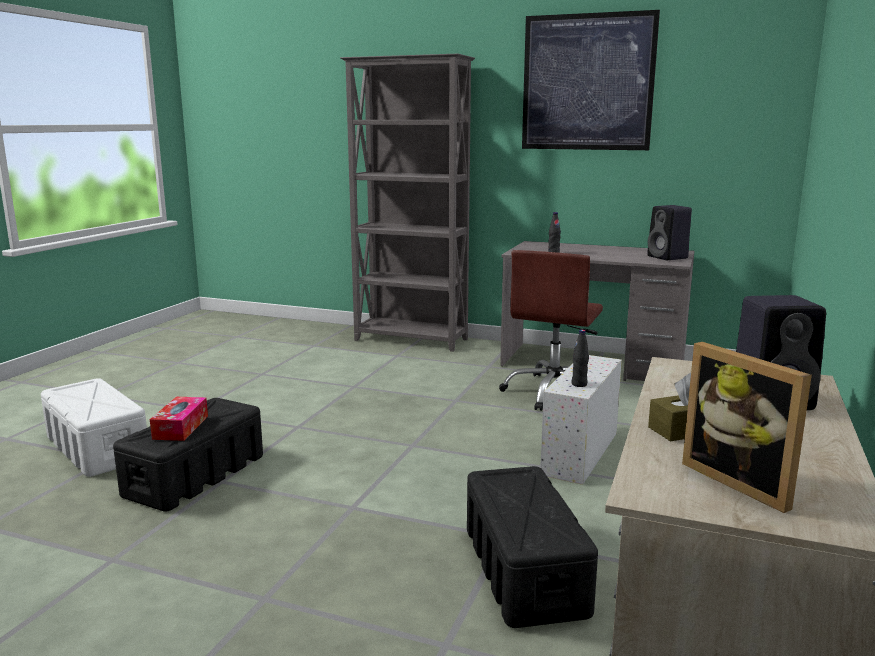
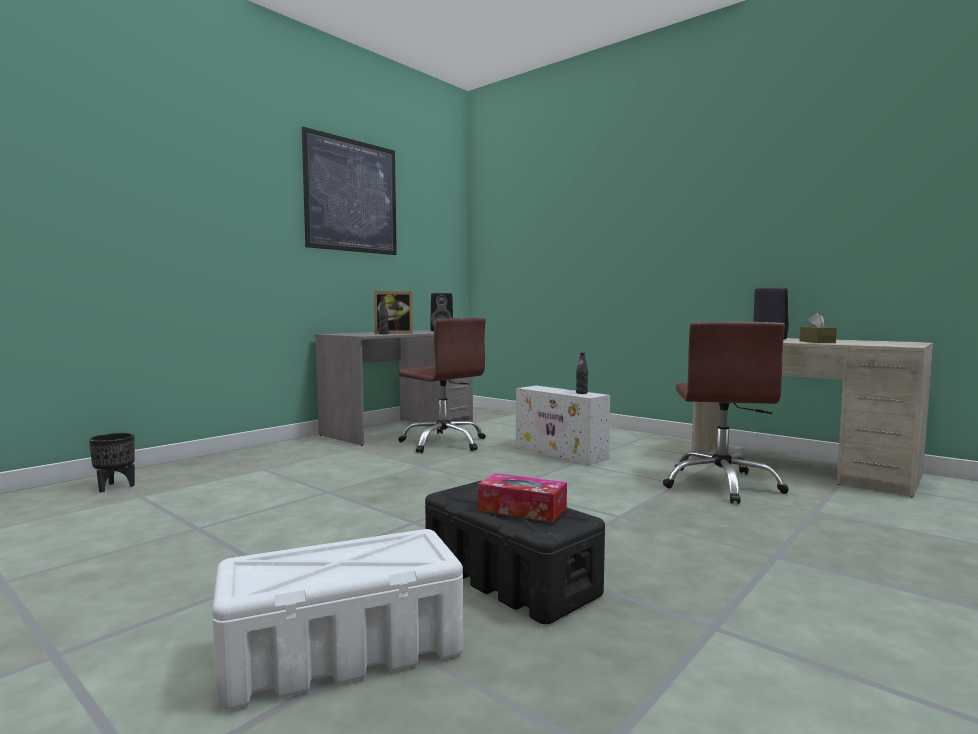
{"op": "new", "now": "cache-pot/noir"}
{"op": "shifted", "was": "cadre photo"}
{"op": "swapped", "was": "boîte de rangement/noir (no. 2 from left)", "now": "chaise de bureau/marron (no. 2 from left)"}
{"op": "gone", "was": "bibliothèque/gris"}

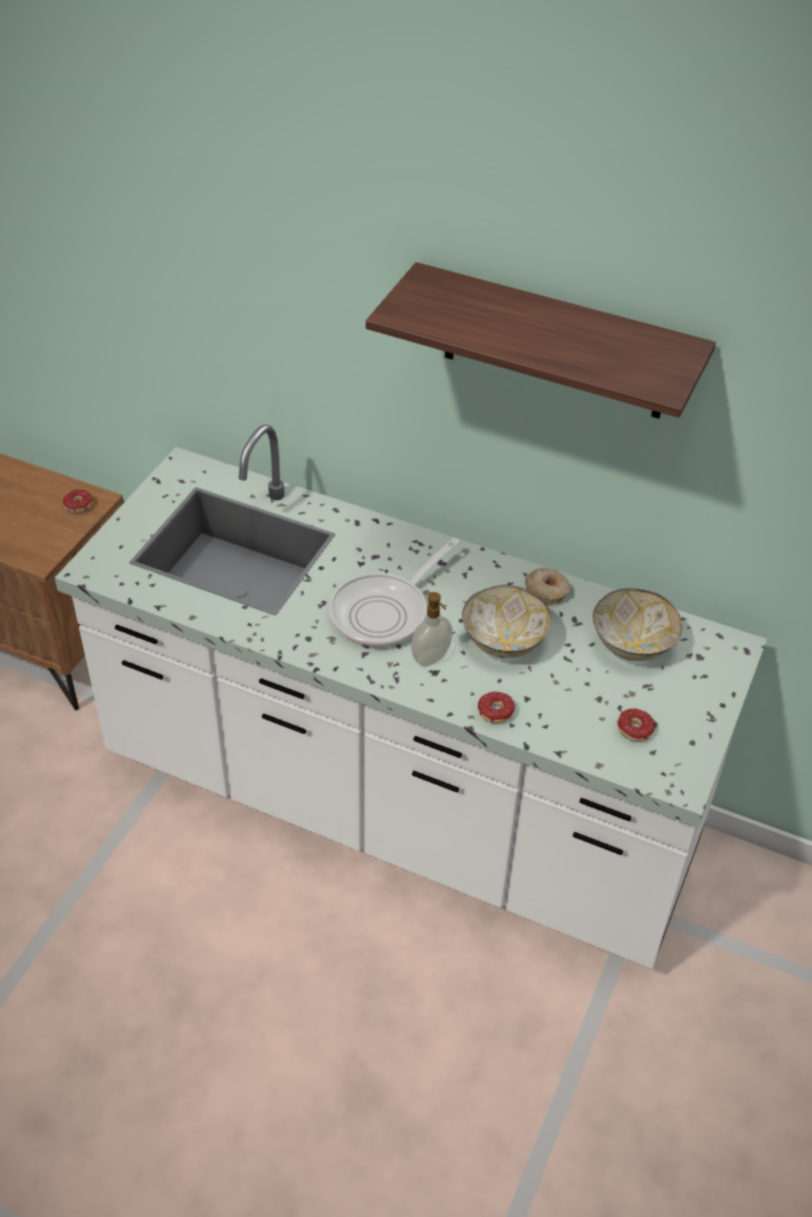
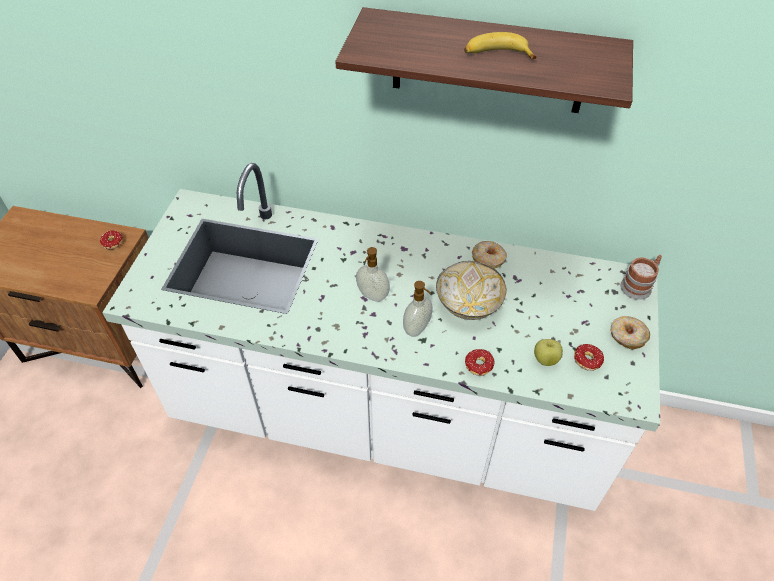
{"op": "swapped", "was": "poêle", "now": "distributeur de savon (no. 1 from left)"}
{"op": "new", "now": "banane"}
{"op": "new", "now": "pomme"}
{"op": "new", "now": "beignet (no. 5 from left)"}
{"op": "new", "now": "mug"}
{"op": "gone", "was": "bol (no. 2 from left)"}

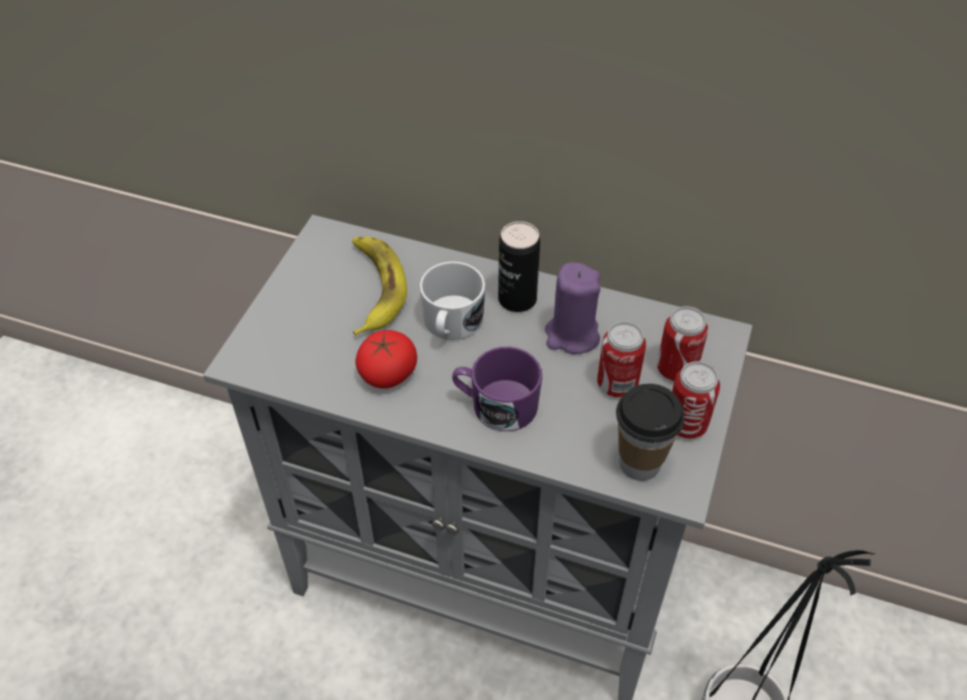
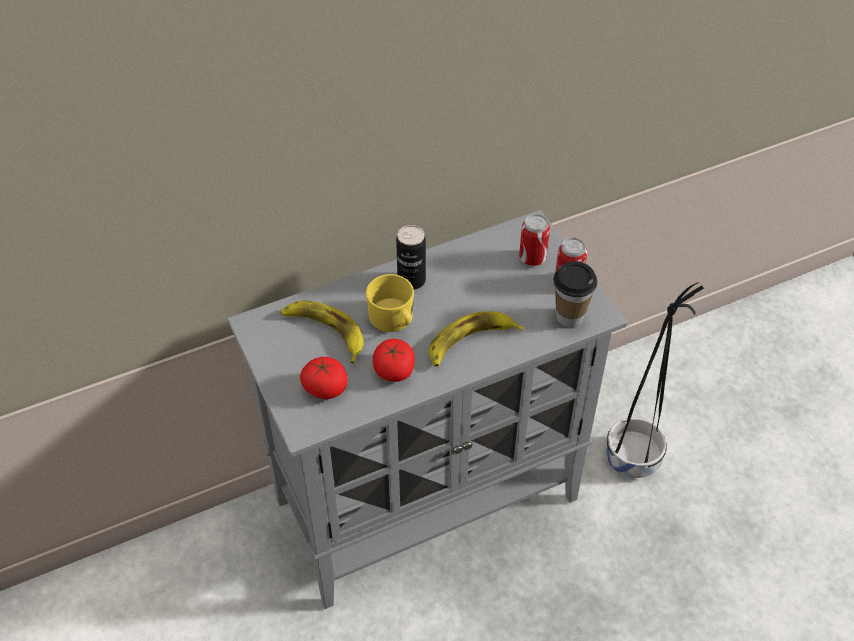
{"op": "new", "now": "tomate (no. 1 from left)"}
{"op": "repainted", "was": "mug/blanc", "now": "mug/jaune"}
{"op": "swapped", "was": "mug/violet", "now": "banane (no. 2 from left)"}
{"op": "gone", "was": "bougie/violet"}
{"op": "gone", "was": "boîte métallique (no. 2 from left)"}

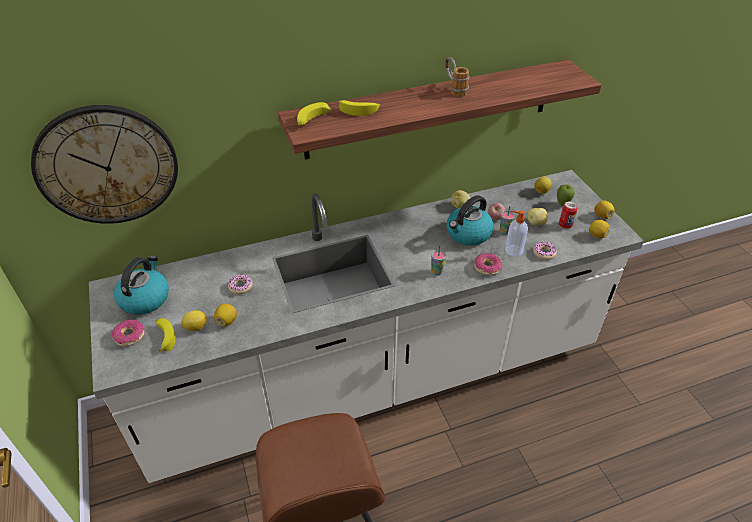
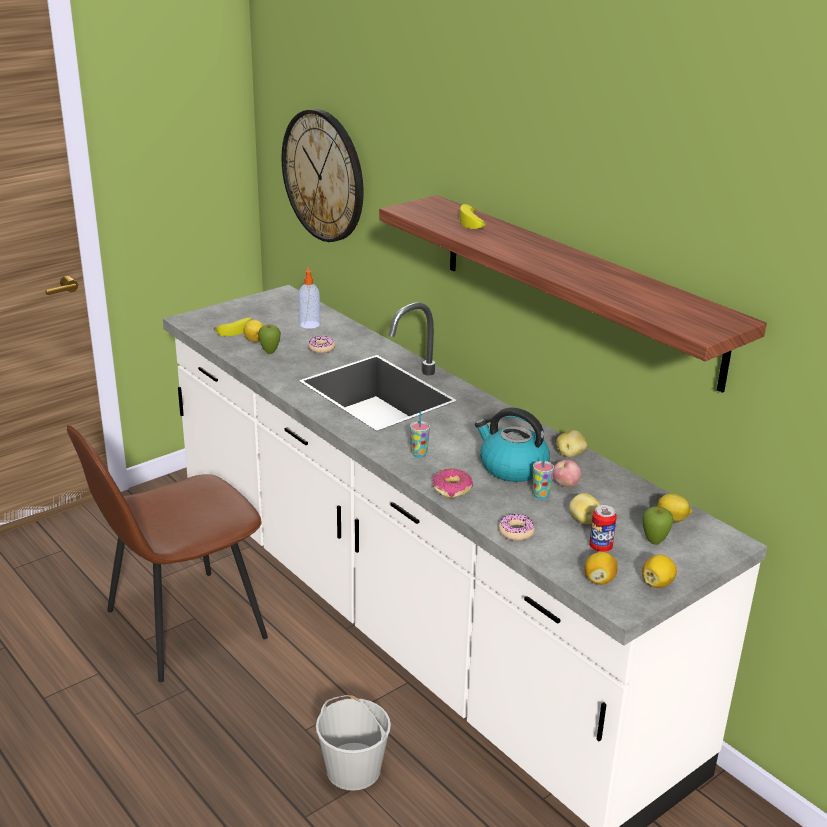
{"op": "swapped", "was": "citron (no. 2 from left)", "now": "pomme (no. 1 from left)"}
{"op": "shifted", "was": "distributeur de savon"}
{"op": "new", "now": "seau/blanc"}
{"op": "gone", "was": "beignet (no. 1 from left)"}
{"op": "gone", "was": "bouilloire (no. 1 from left)"}
{"op": "gone", "was": "banane (no. 2 from left)"}
{"op": "gone", "was": "mug"}

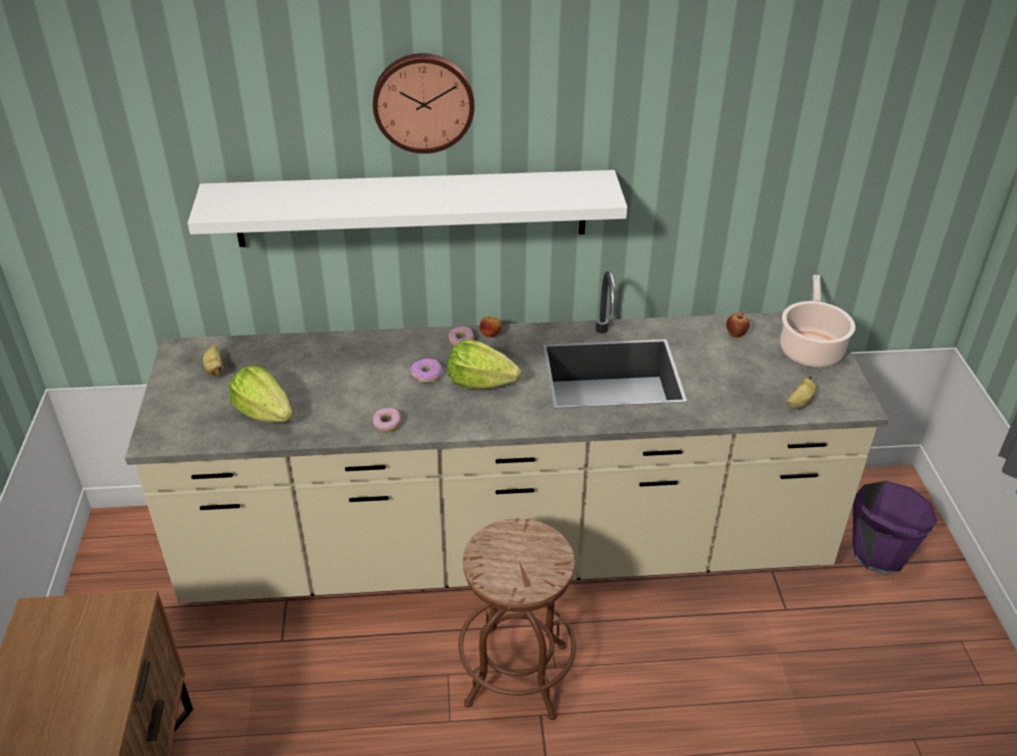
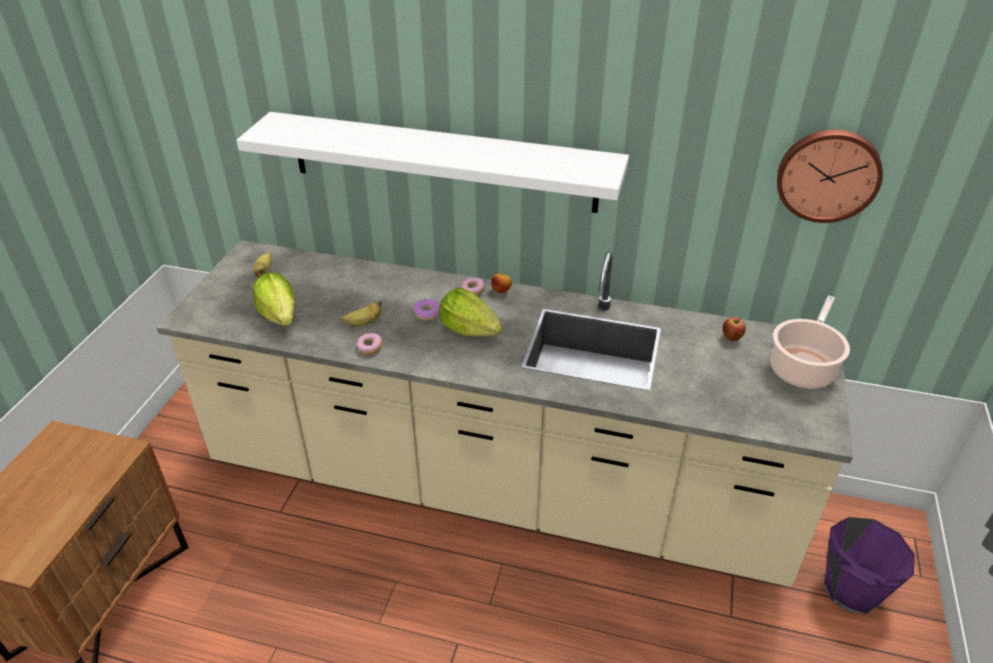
{"op": "shifted", "was": "banane (no. 2 from left)"}
{"op": "shifted", "was": "horloge murale"}
{"op": "gone", "was": "tabouret/marron"}

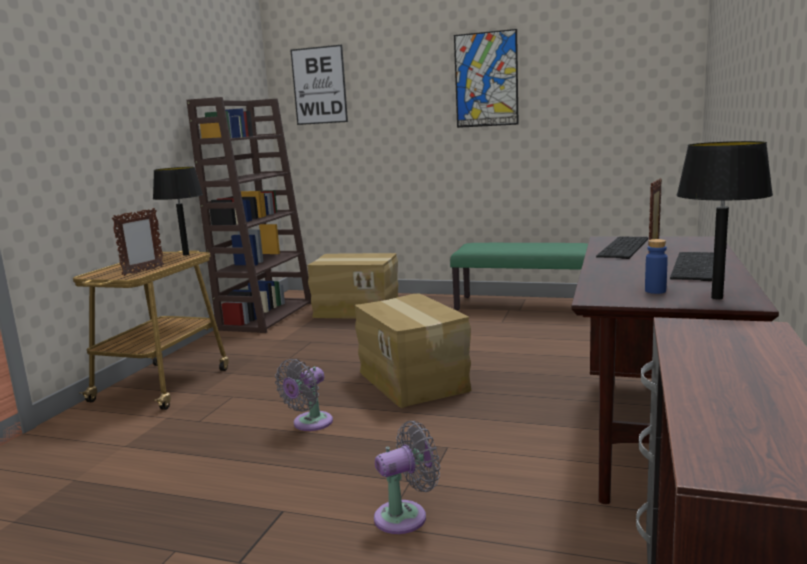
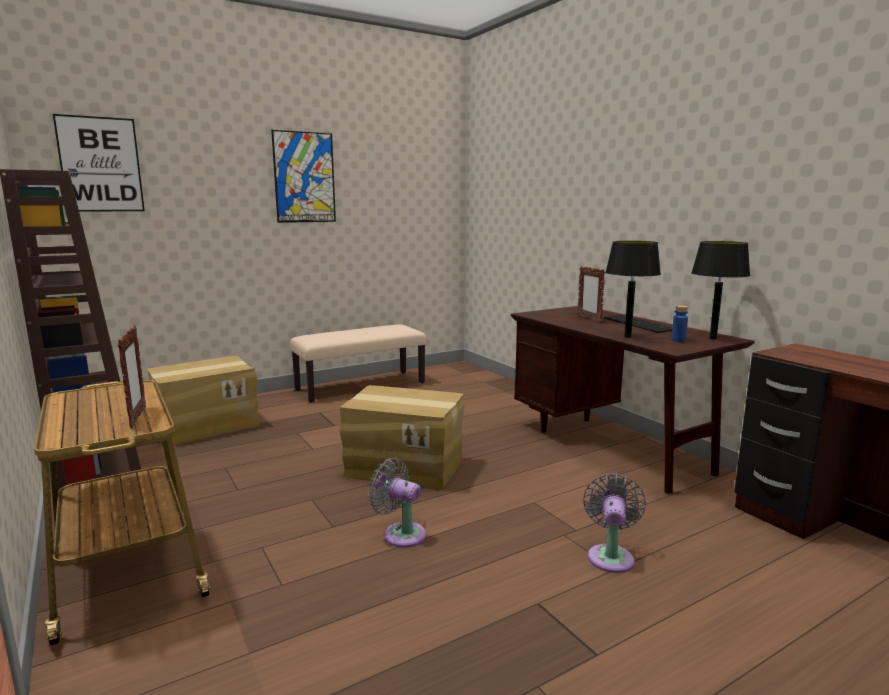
{"op": "repainted", "was": "banc/vert", "now": "banc/beige"}
{"op": "rotated", "was": "ventilateur/gris (no. 1 from left)", "clockwise": 135}
{"op": "shifted", "was": "lampe de table/noir (no. 1 from left)"}
{"op": "gone", "was": "clavier (no. 1 from left)"}

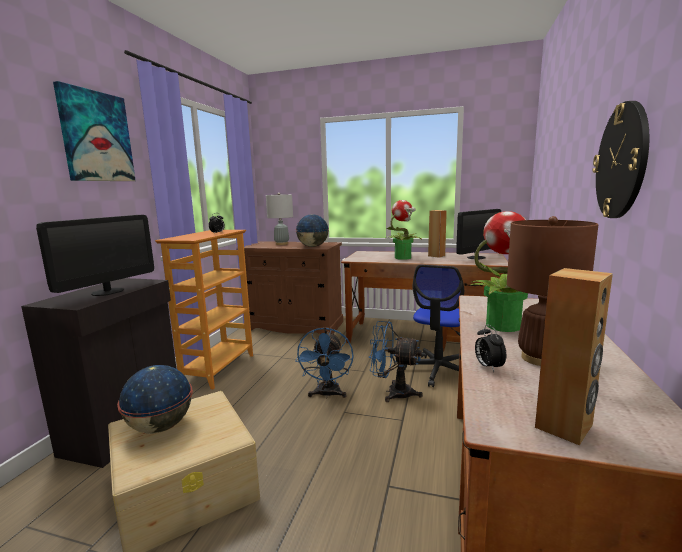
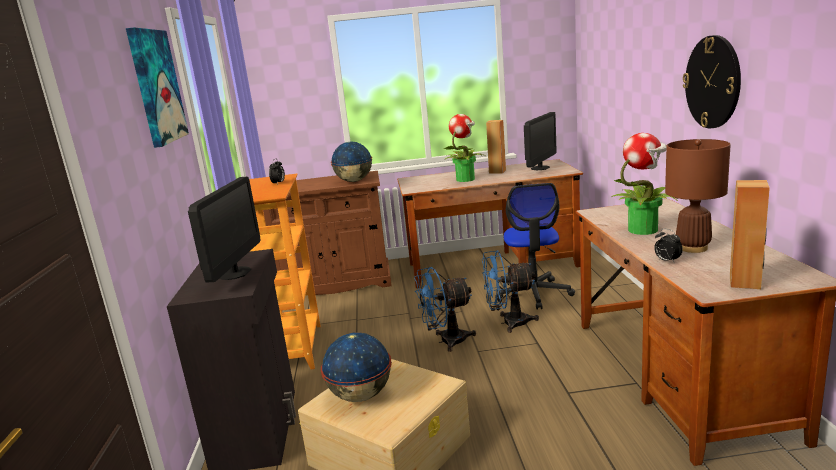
{"op": "rotated", "was": "ventilateur/bleu (no. 1 from left)", "clockwise": 90}
{"op": "gone", "was": "lampe de table/gris"}

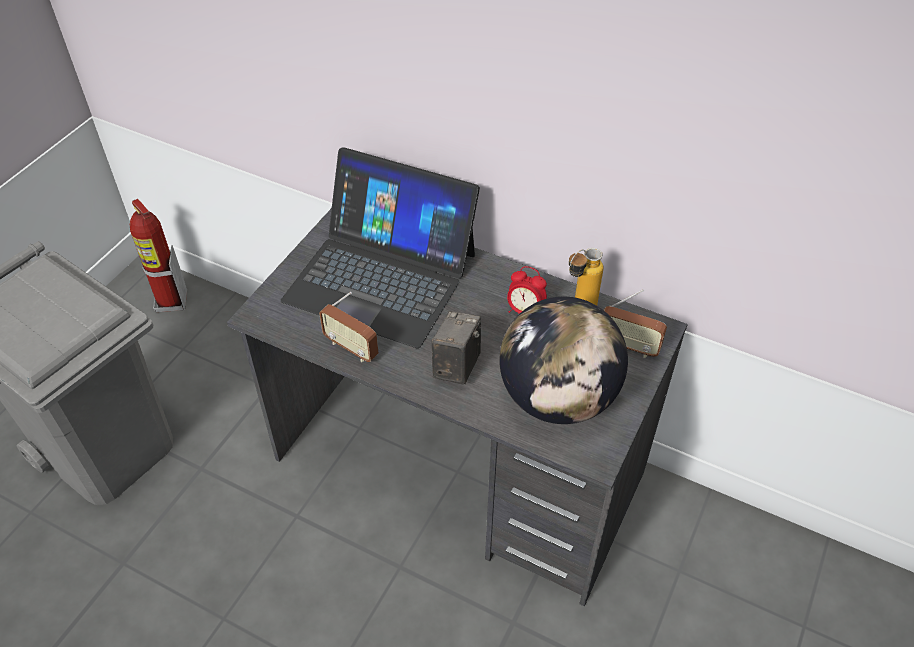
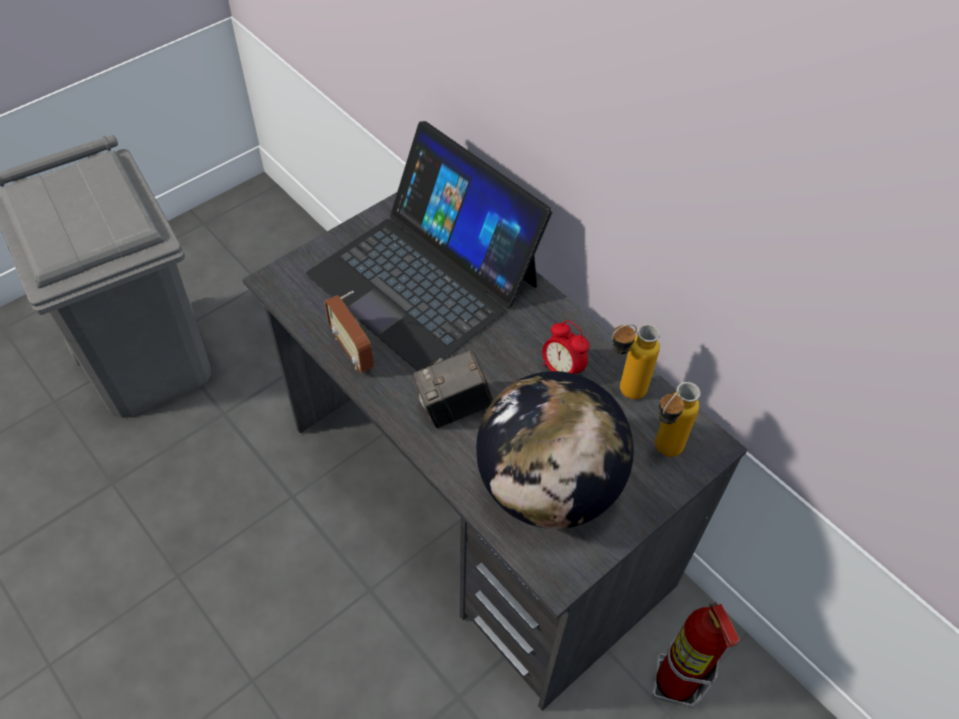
{"op": "rotated", "was": "appareil photo", "clockwise": -150}
{"op": "shifted", "was": "extincteur"}
{"op": "swapped", "was": "radio (no. 2 from left)", "now": "bouteille (no. 2 from left)"}

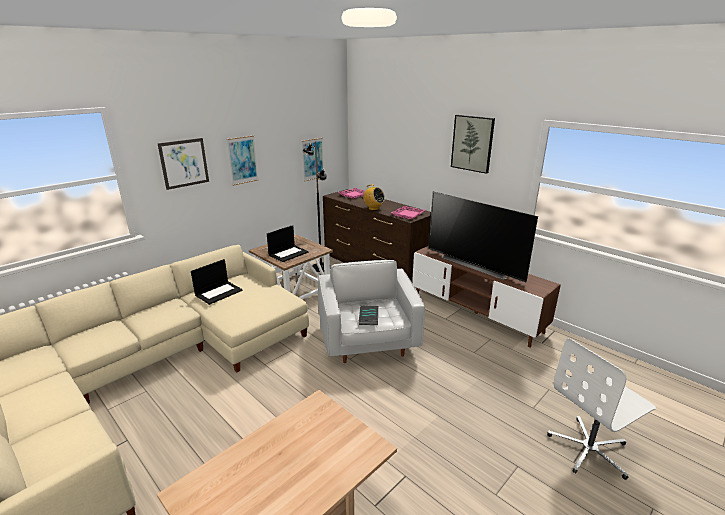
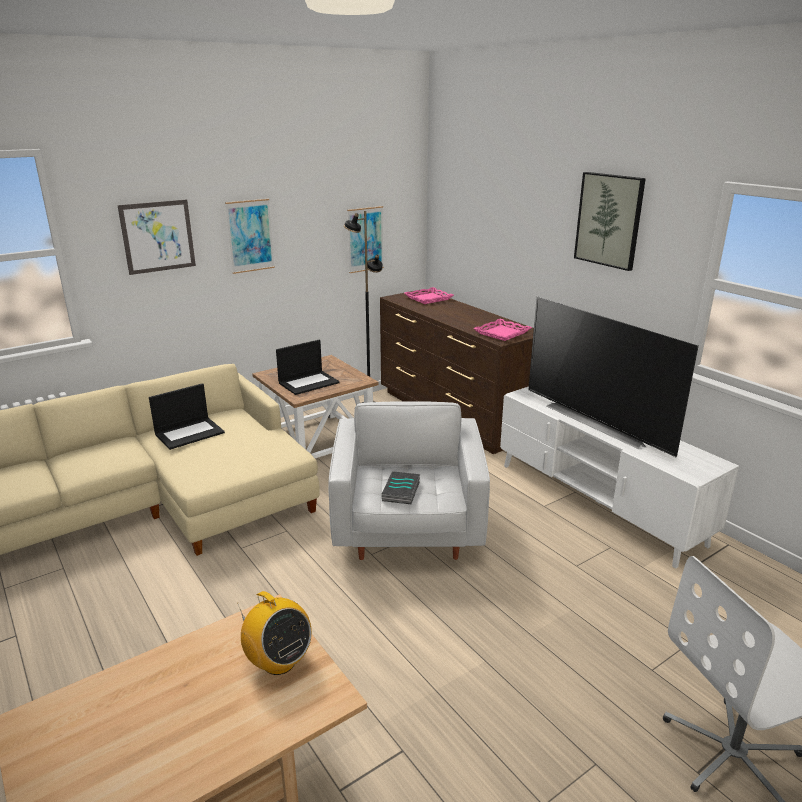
{"op": "shifted", "was": "radio"}
{"op": "repainted", "was": "meuble télé/marron", "now": "meuble télé/blanc"}

